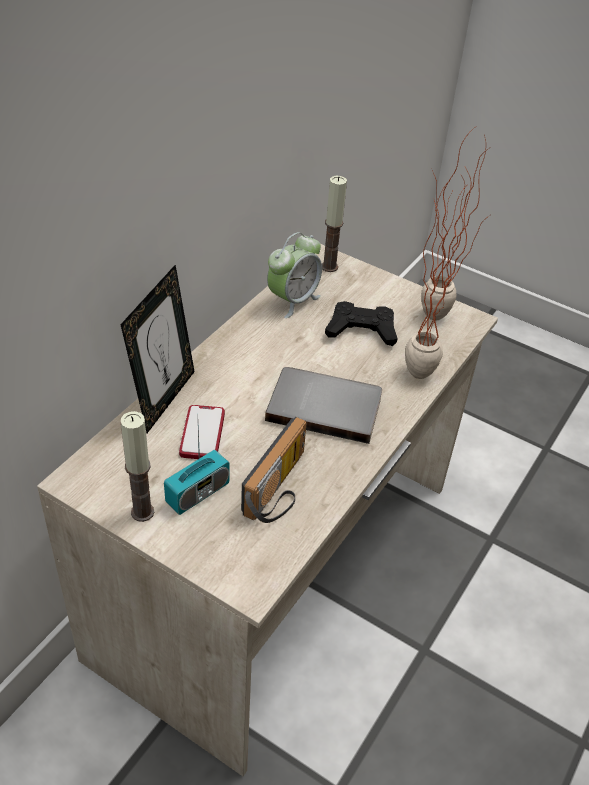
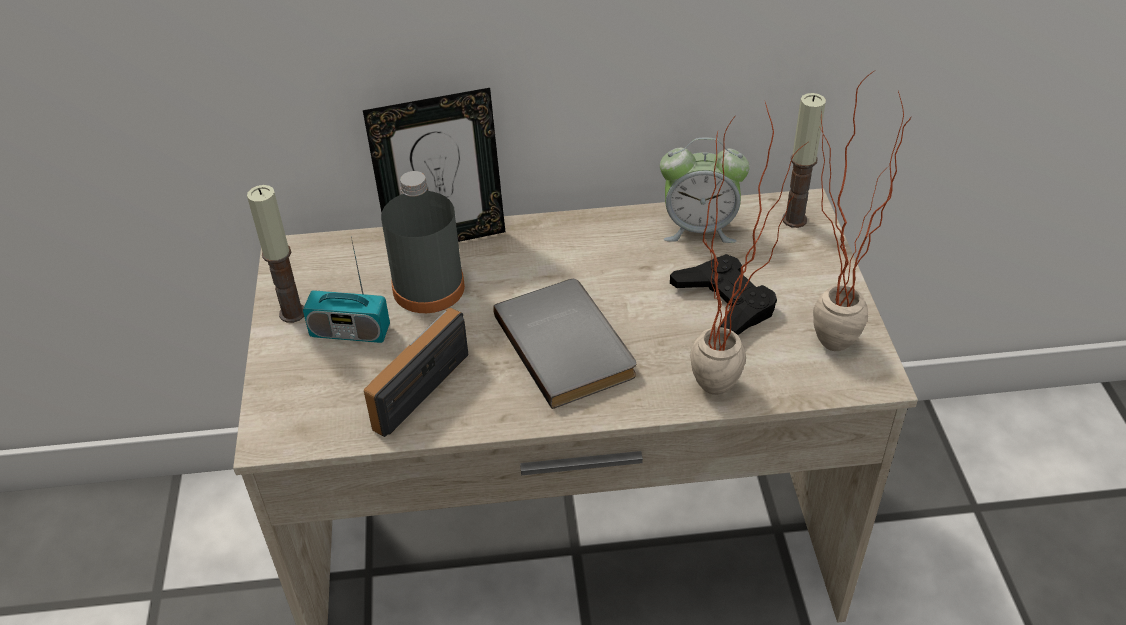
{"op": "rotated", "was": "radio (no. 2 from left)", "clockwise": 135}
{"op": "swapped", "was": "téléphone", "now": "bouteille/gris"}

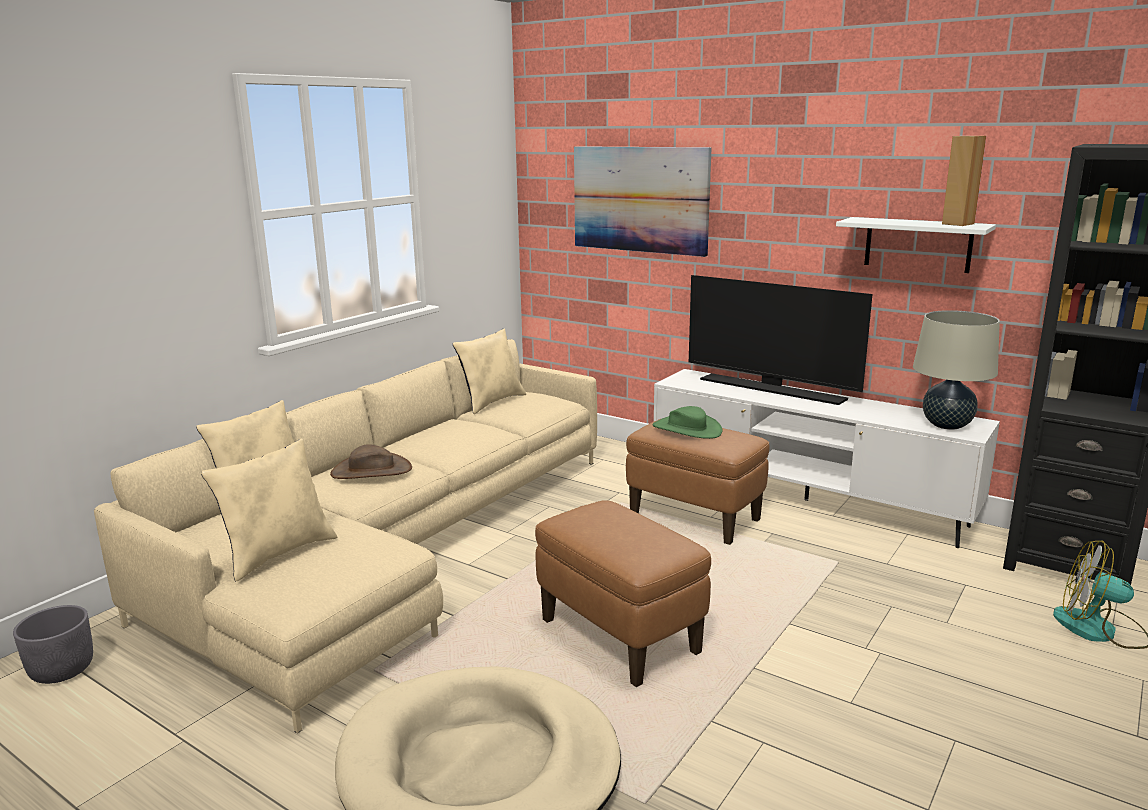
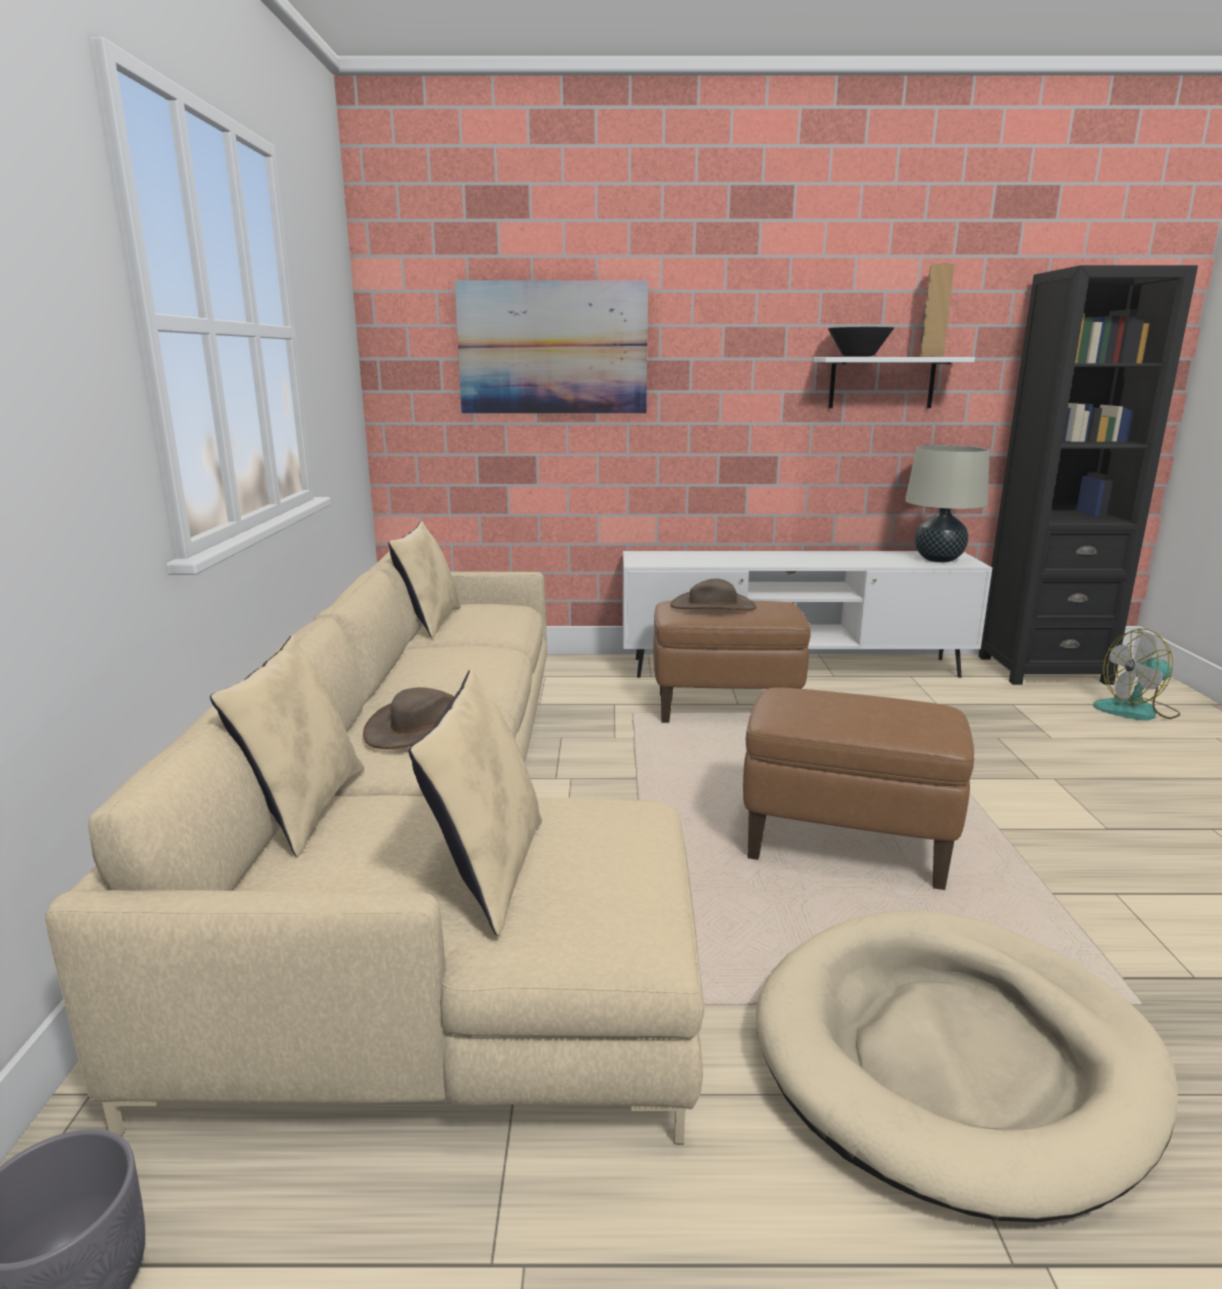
{"op": "repainted", "was": "chapeau/vert", "now": "chapeau/marron (no. 2 from left)"}
{"op": "new", "now": "bol/noir"}
{"op": "gone", "was": "téléviseur"}

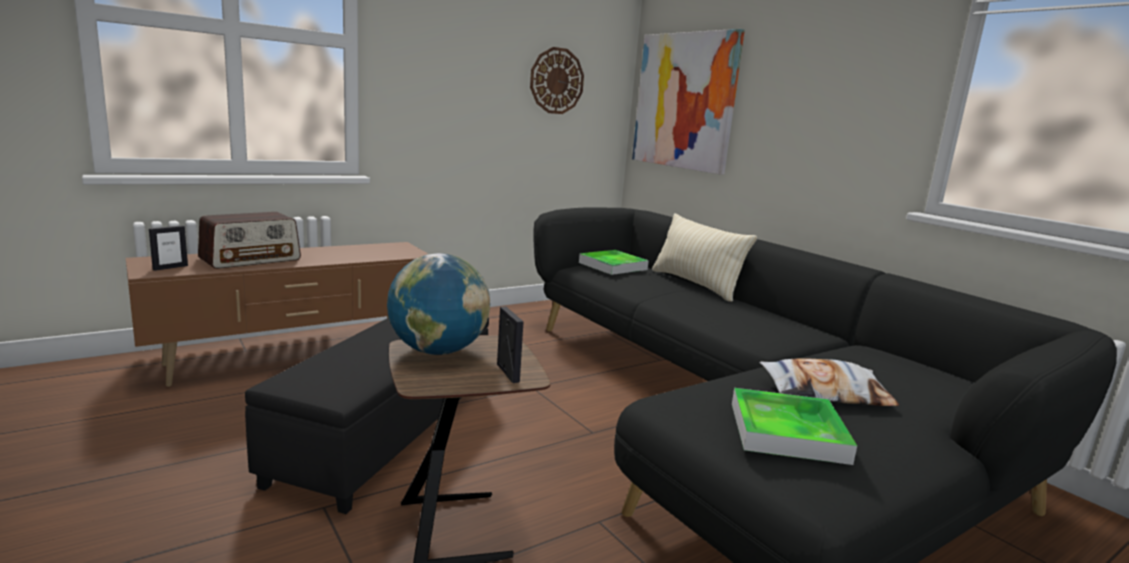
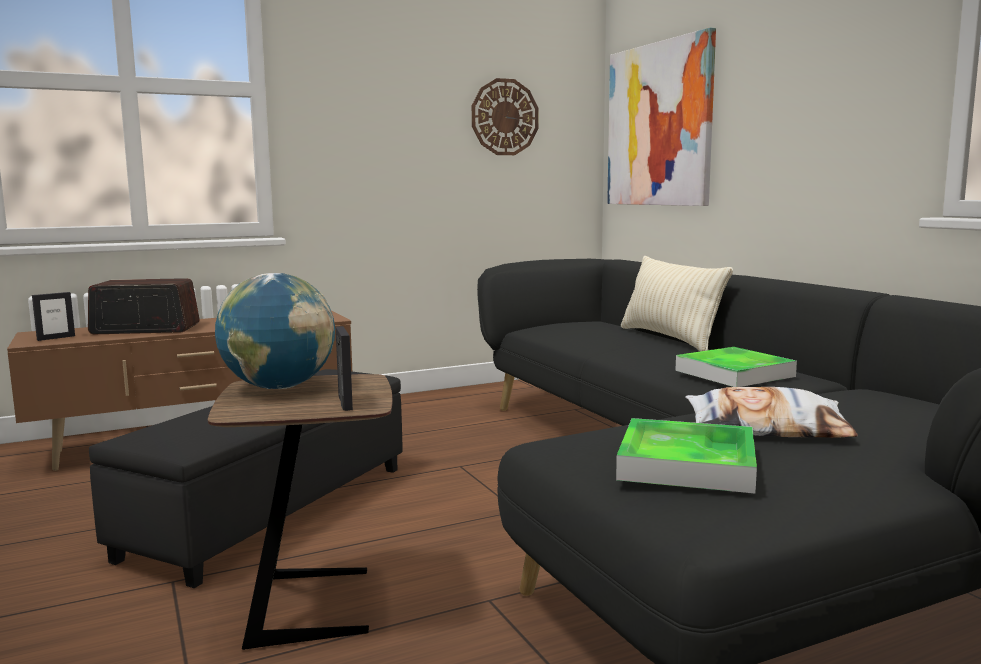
{"op": "rotated", "was": "radio", "clockwise": -150}
{"op": "shifted", "was": "plateau (no. 1 from left in the first image)", "now": "plateau (no. 2 from left)"}

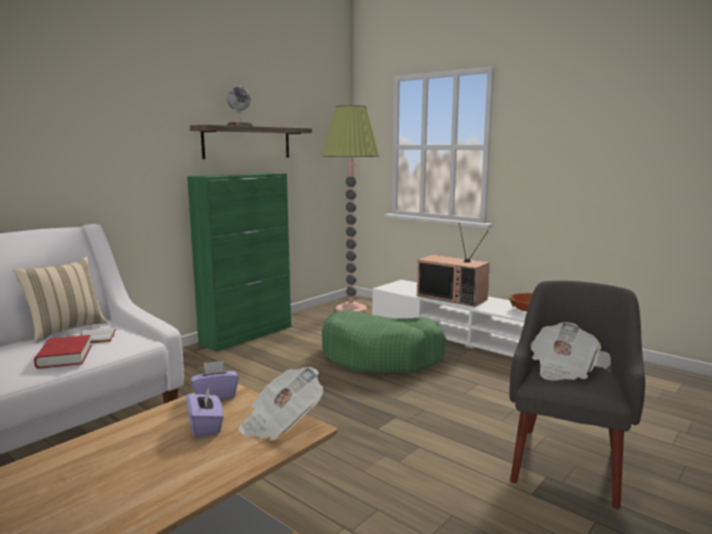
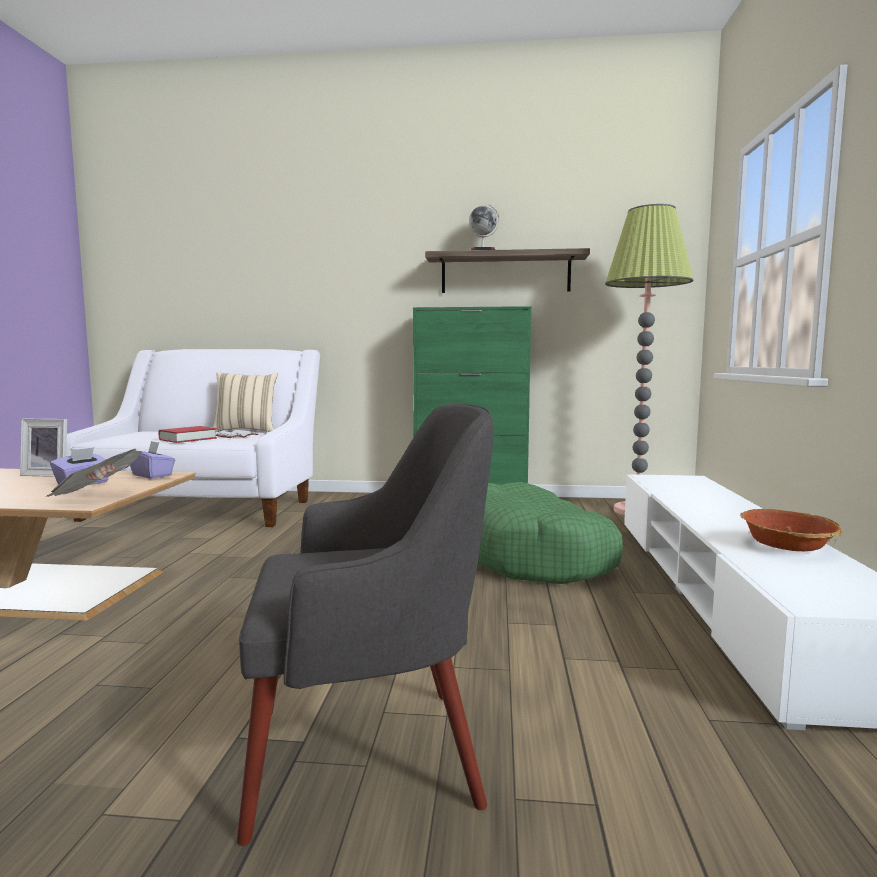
{"op": "new", "now": "cadre photo"}
{"op": "gone", "was": "téléviseur"}
{"op": "gone", "was": "journal (no. 2 from left)"}

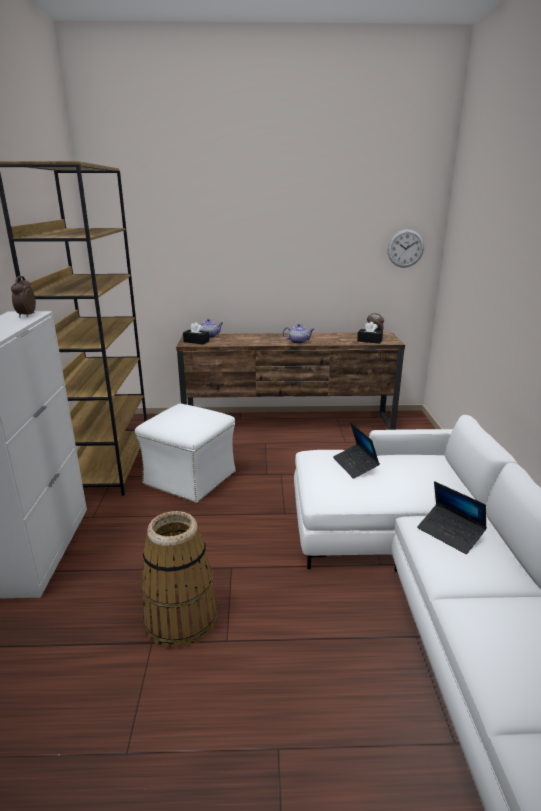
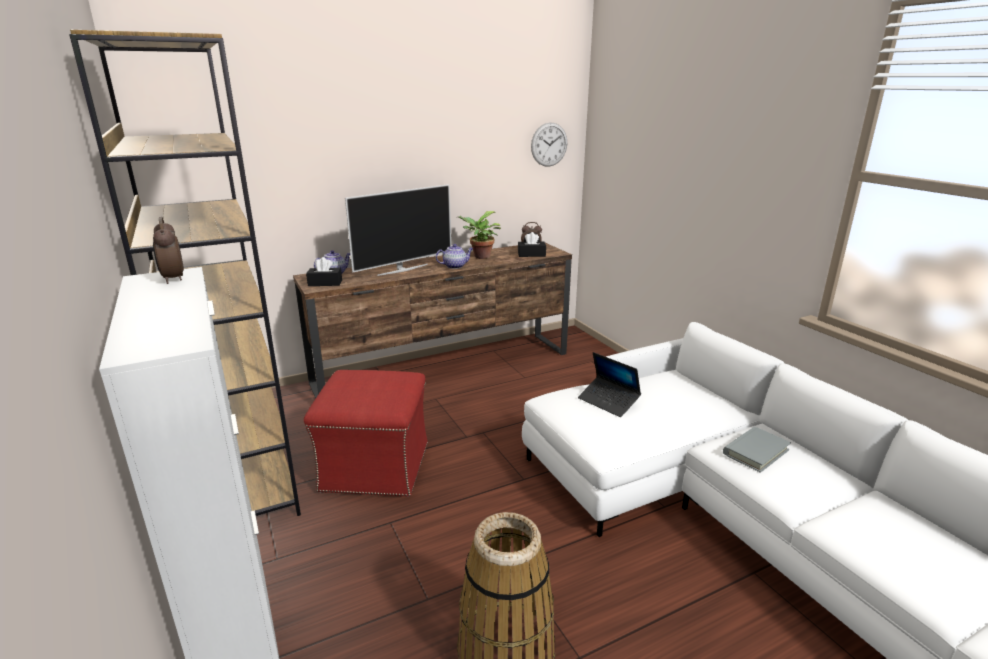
{"op": "repainted", "was": "pouf/blanc", "now": "pouf/rouge"}
{"op": "new", "now": "téléviseur"}
{"op": "new", "now": "plante en pot"}
{"op": "swapped", "was": "ordinateur portable (no. 2 from left)", "now": "livre/gris"}

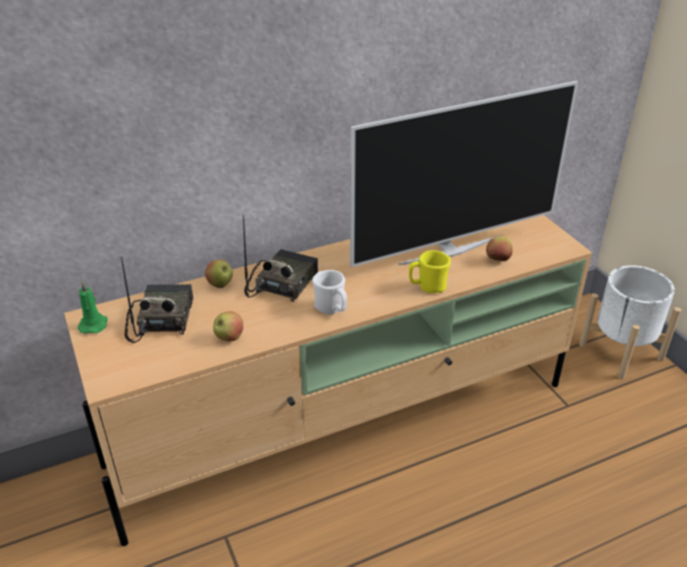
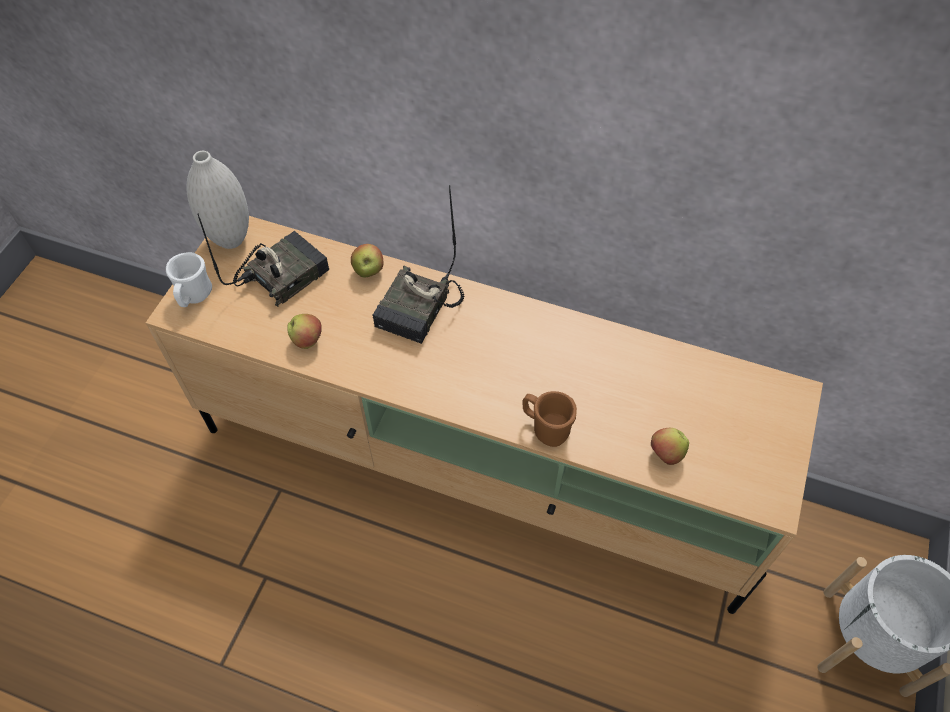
{"op": "shifted", "was": "mug/blanc"}
{"op": "swapped", "was": "bougie/vert", "now": "vase/blanc"}
{"op": "rotated", "was": "radio (no. 2 from left)", "clockwise": 135}
{"op": "repainted", "was": "mug/jaune", "now": "mug/marron"}
{"op": "gone", "was": "téléviseur"}

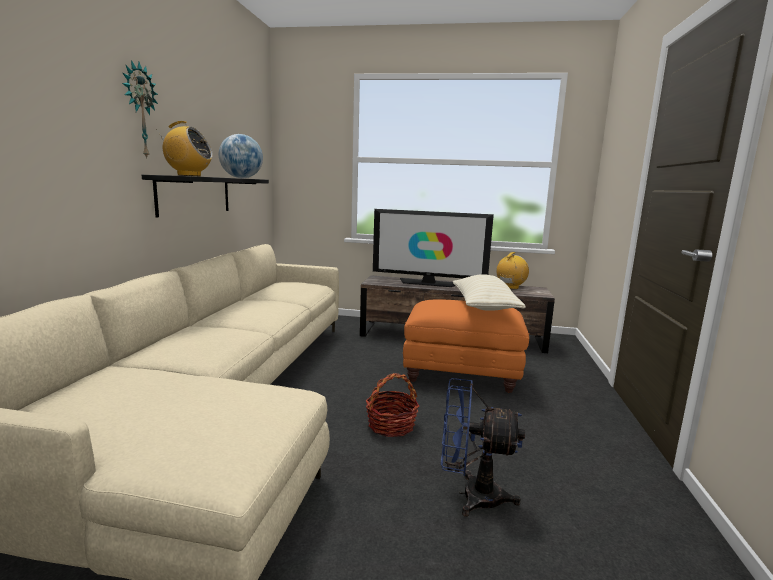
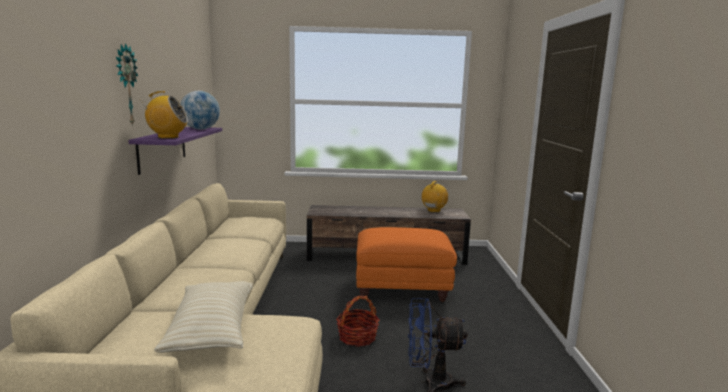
{"op": "repainted", "was": "étagère/noir", "now": "étagère/violet"}
{"op": "shifted", "was": "coussin/beige"}
{"op": "gone", "was": "téléviseur"}

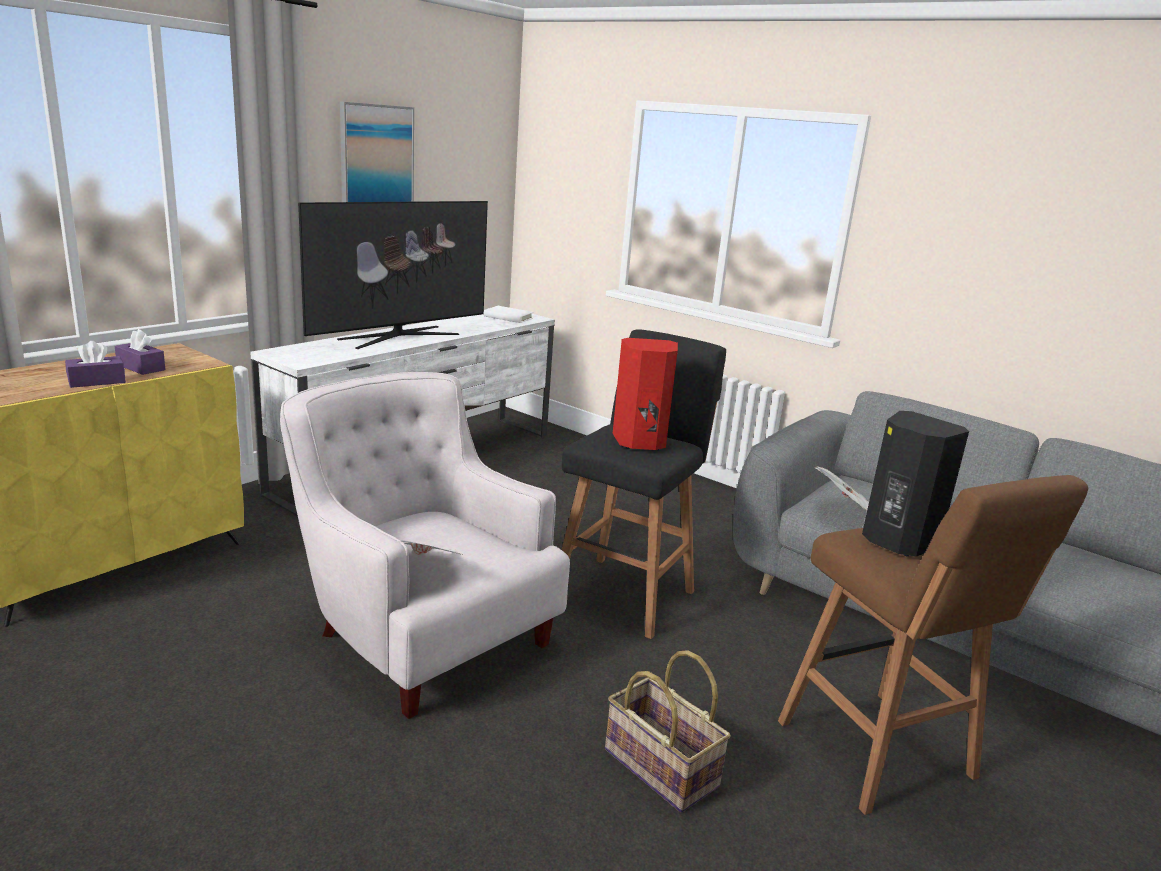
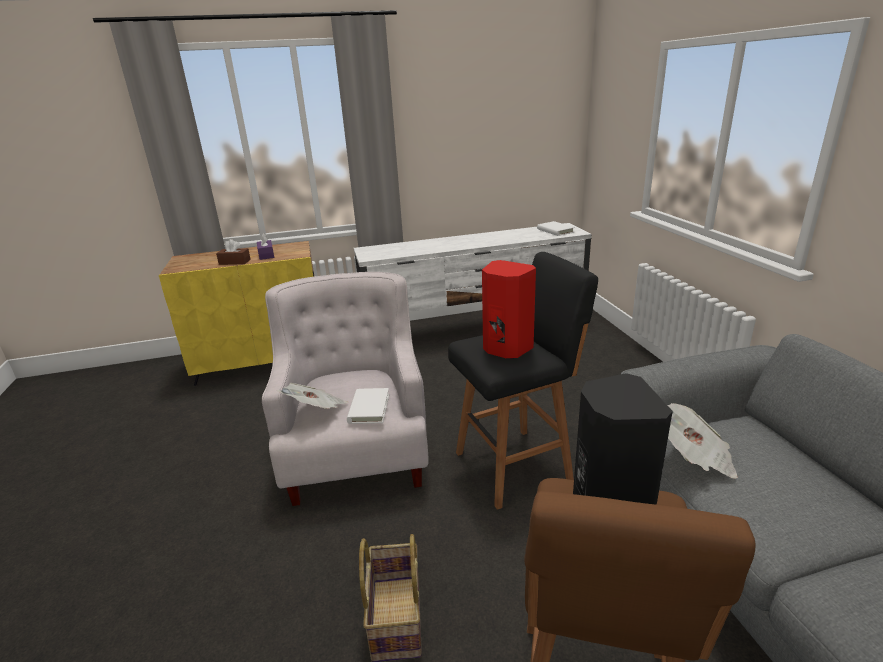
{"op": "repainted", "was": "boîte à mouchoirs/violet (no. 1 from left)", "now": "boîte à mouchoirs/marron"}
{"op": "new", "now": "livre/blanc (no. 1 from left)"}
{"op": "gone", "was": "téléviseur"}
{"op": "gone", "was": "tableau"}

